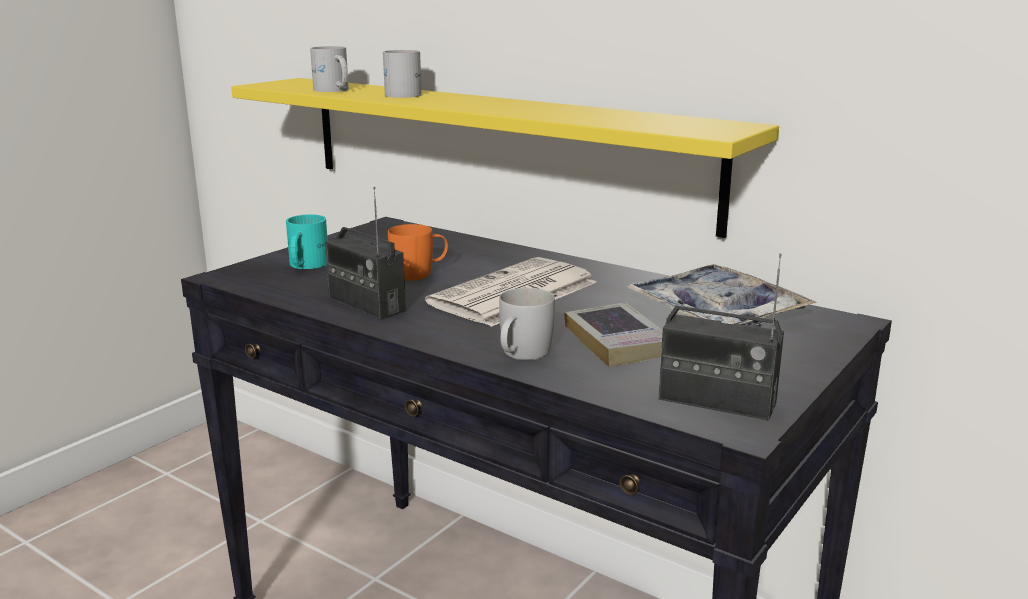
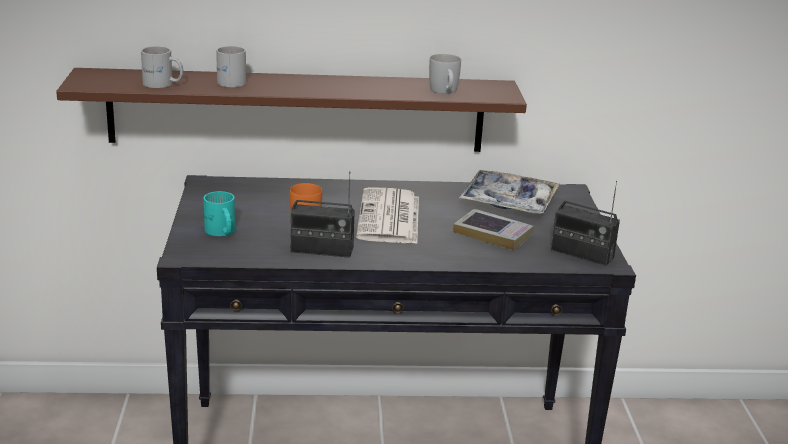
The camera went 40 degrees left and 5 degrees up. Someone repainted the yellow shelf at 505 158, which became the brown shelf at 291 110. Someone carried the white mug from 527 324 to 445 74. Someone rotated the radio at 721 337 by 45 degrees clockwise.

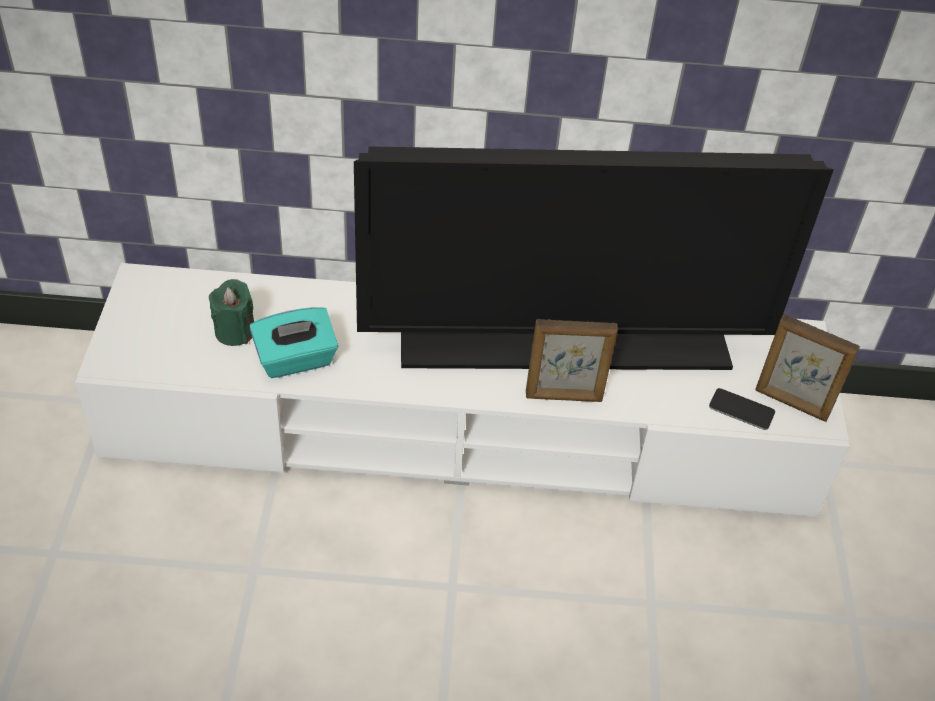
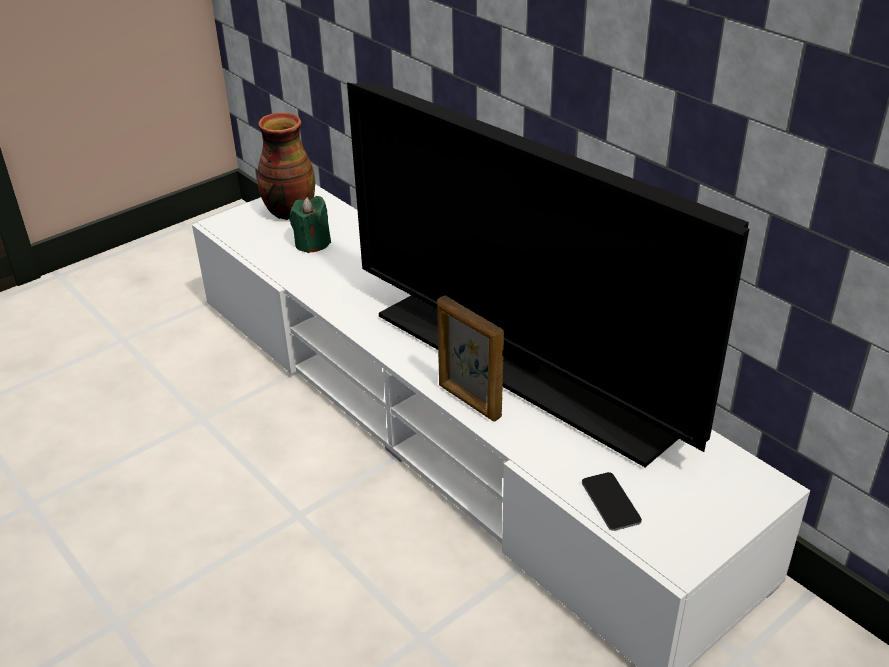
The camera went 50 degrees right and 10 degrees down. Someone took away the turquoise tissue box at 293 342. Someone took away the picture frame at 807 368. Someone put down the vase at 286 166.

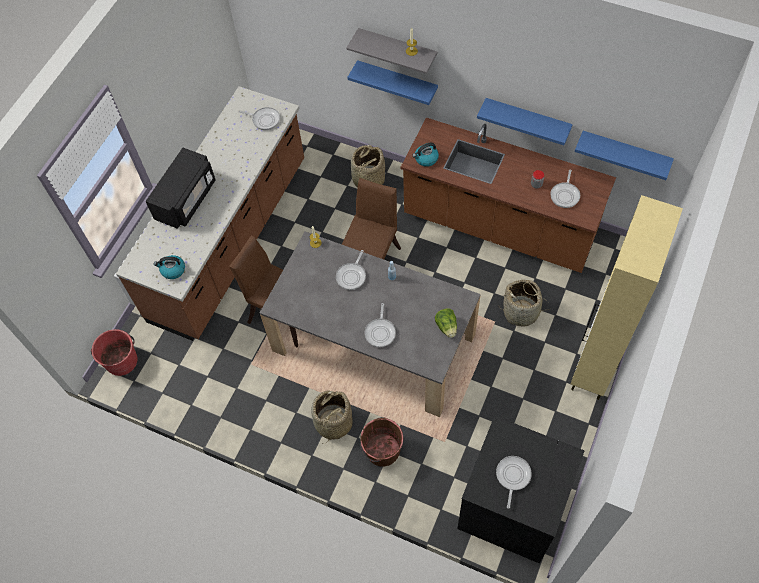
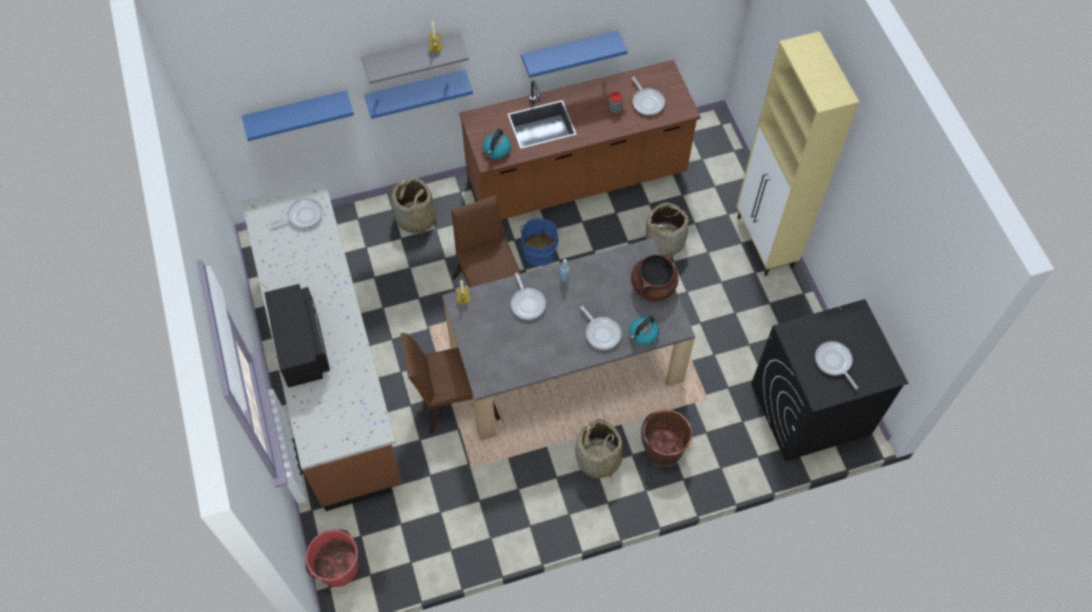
The camera went 45 degrees left and 0 degrees up. Someone carried the kettle from 169 267 to 644 330. Someone swapped the lettuce at 446 323 for the brown cooking pot at 654 277. Someone carried the blue shelf from 624 155 to 298 115. Someone put down the blue bucket at 540 242.

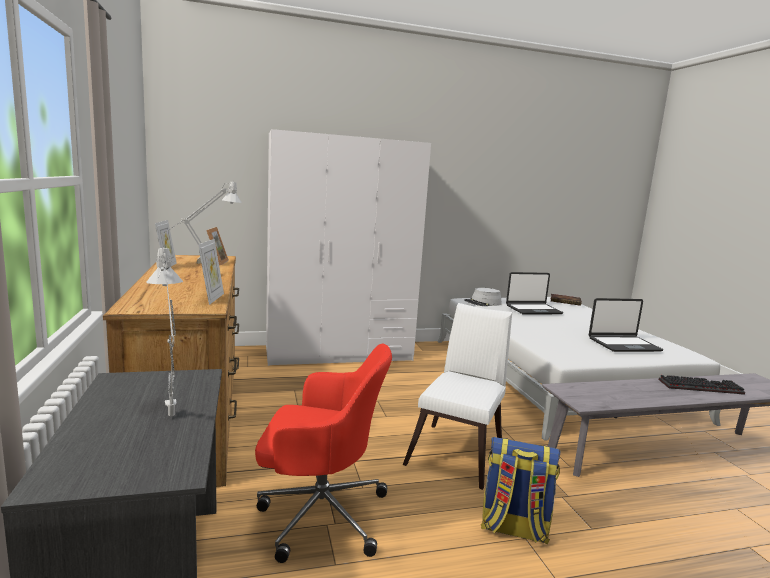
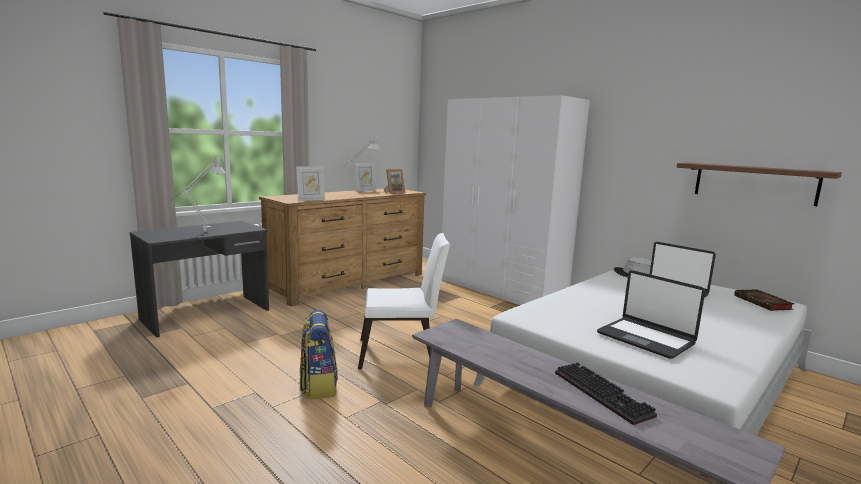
The camera went 60 degrees right and 0 degrees up. Someone took away the red office chair at 323 453. Someone put up the brown shelf at 759 184.

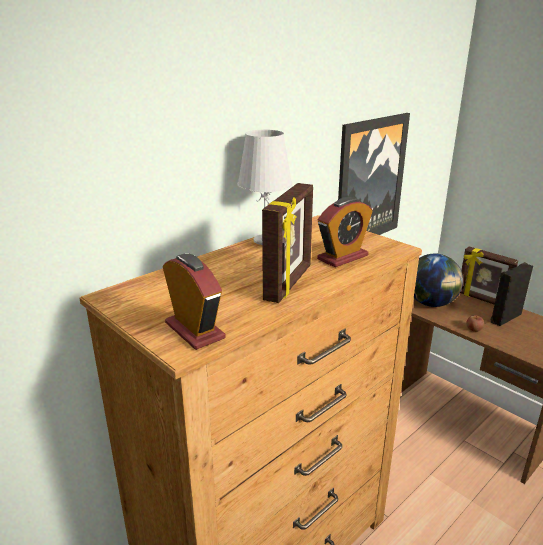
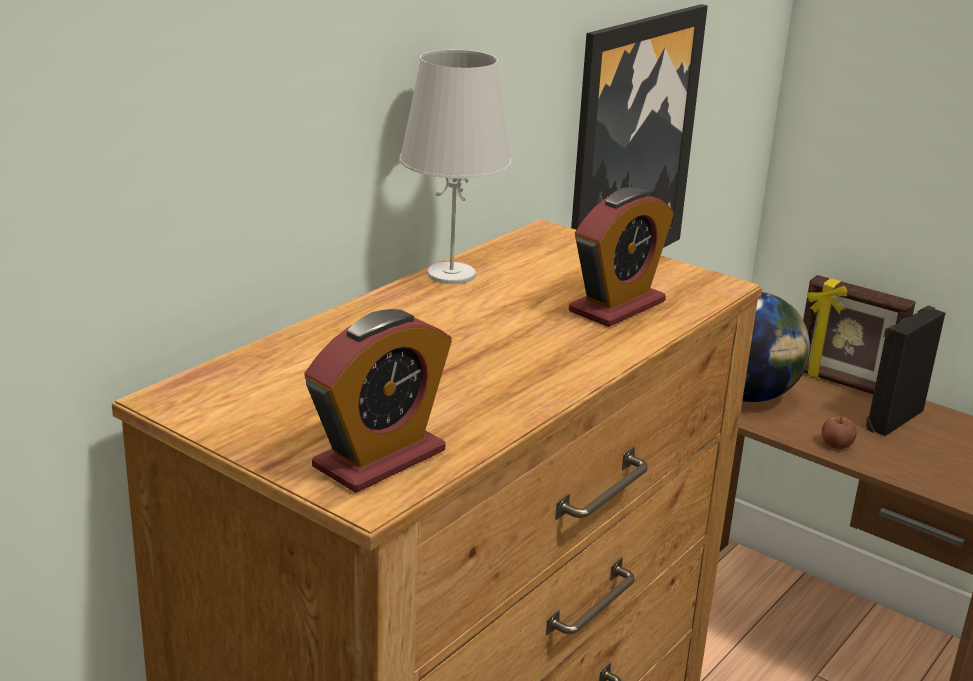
The camera went 10 degrees left and 0 degrees up. Someone rotated the alarm clock at 194 301 by 90 degrees clockwise. Someone took away the picture frame at 287 243.

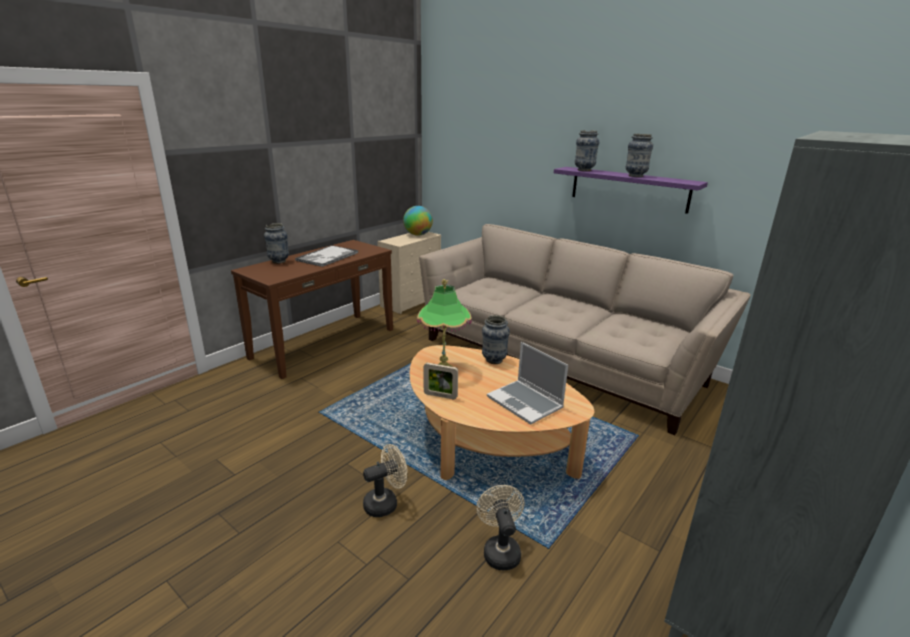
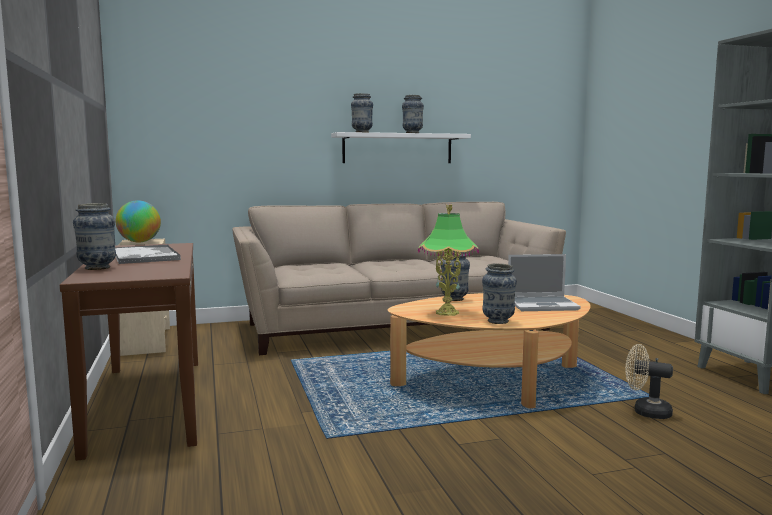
The camera went 55 degrees left and 15 degrees down. Someone took away the beige fan at 385 480. Someone swapped the picture frame at 441 381 for the vase at 499 293. Someone repainted the purple shelf at 631 190, which became the white shelf at 401 147.

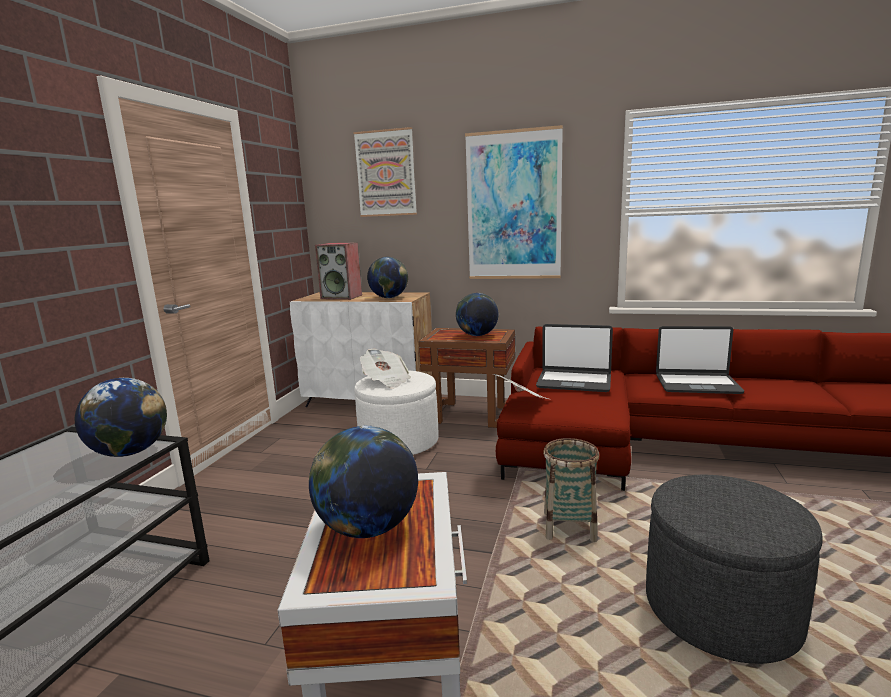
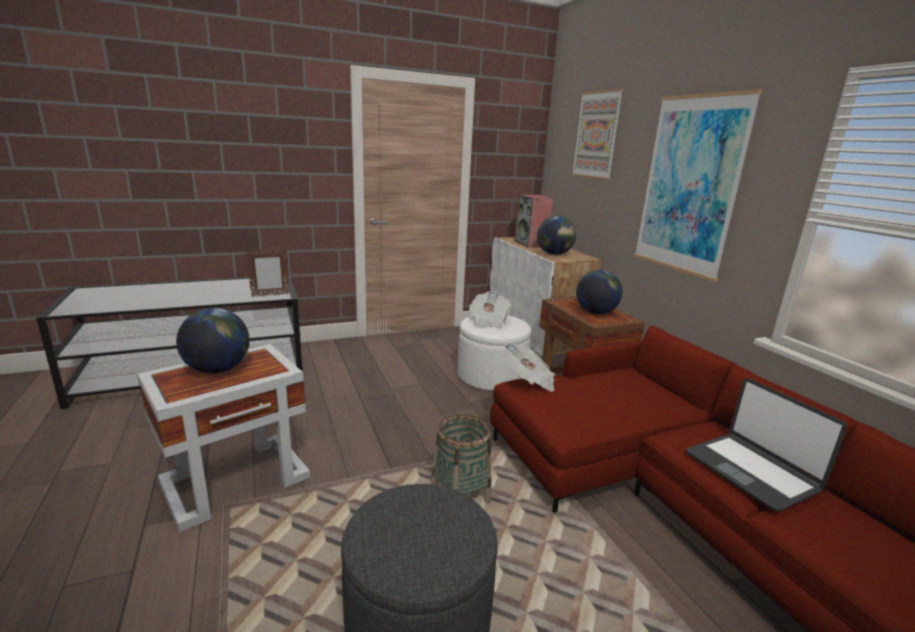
The camera went 50 degrees right and 5 degrees up. Someone swapped the globe at 121 417 for the picture frame at 268 273. Someone took away the laptop at 574 358.

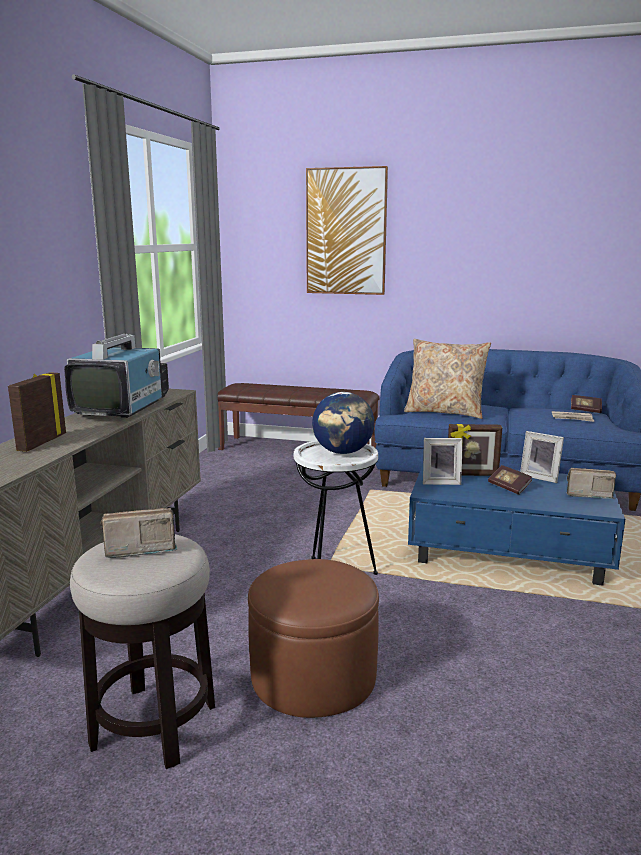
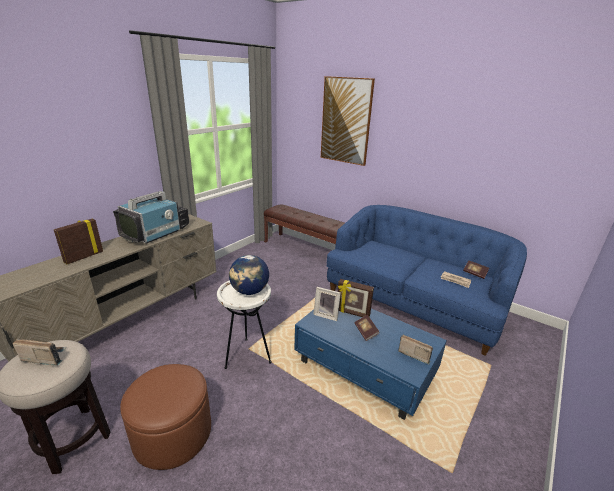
The camera went 20 degrees right and 10 degrees up. Someone took away the beige pillow at 447 379. Someone took away the picture frame at 542 457.

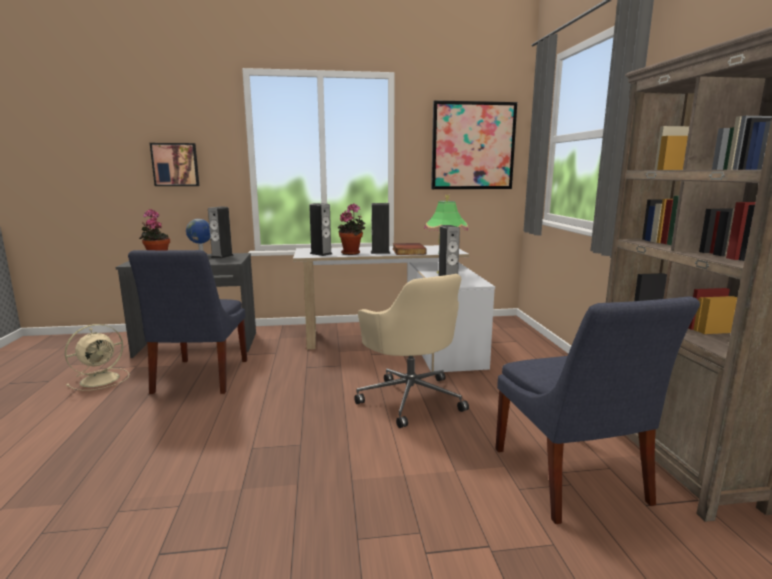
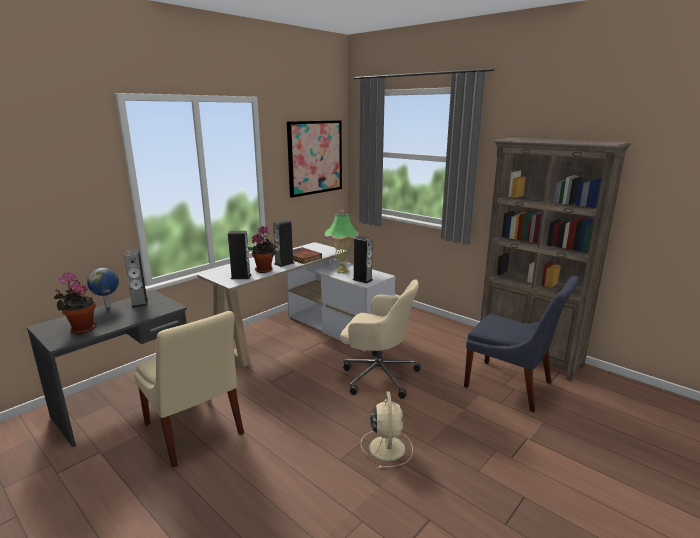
The camera went 40 degrees left and 5 degrees up. Someone carried the beige fan from 97 357 to 387 429. Someone repainted the blue chair at 187 322, which became the beige chair at 189 389. Someone took away the picture at 174 164.

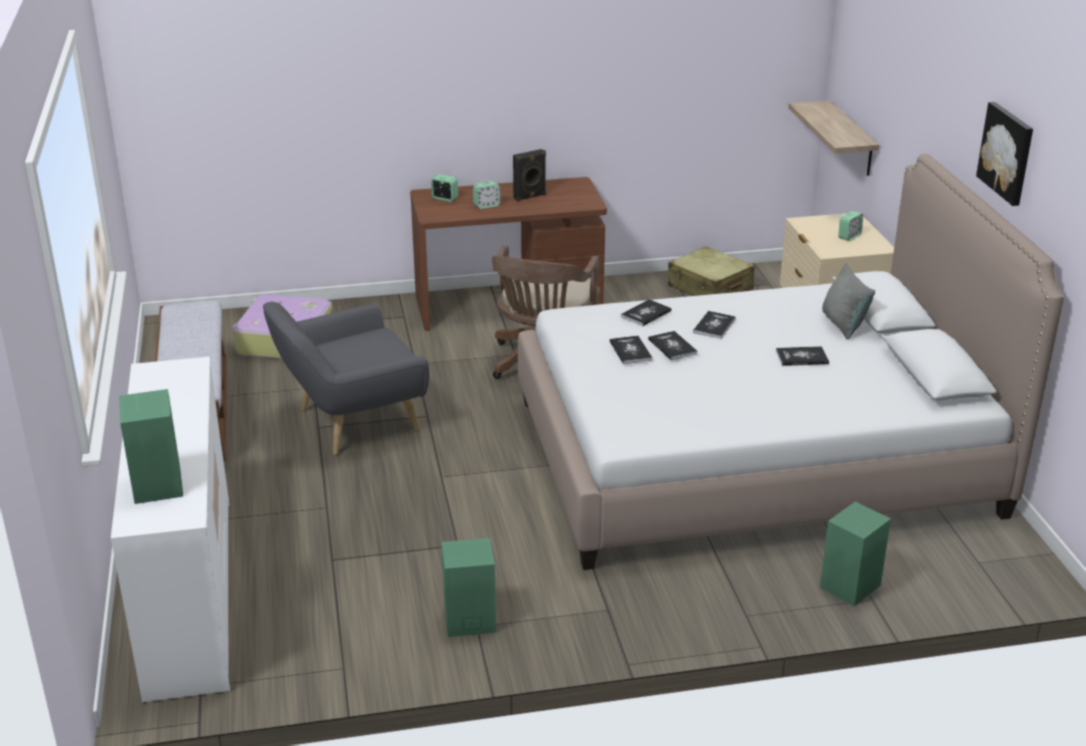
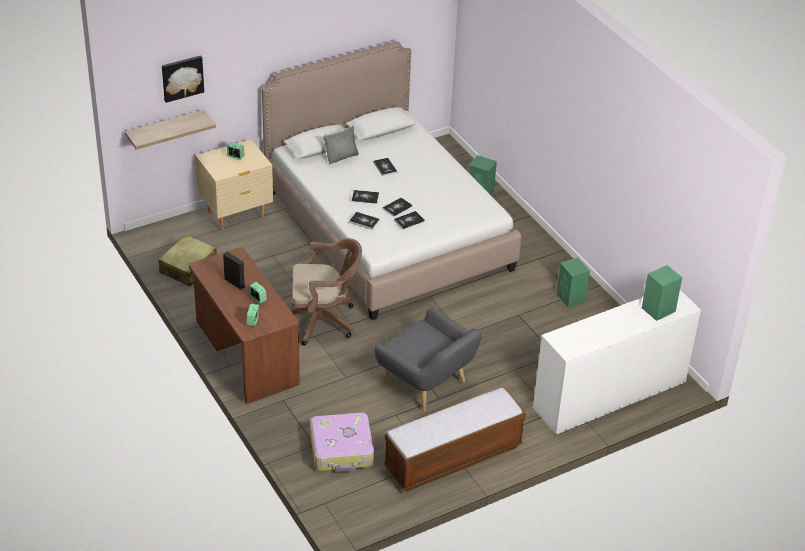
The camera went 110 degrees left and 10 degrees up. Someone carried the picture from 1004 154 to 183 79.

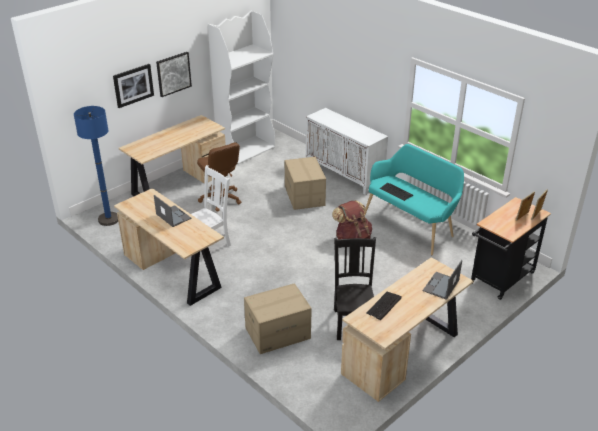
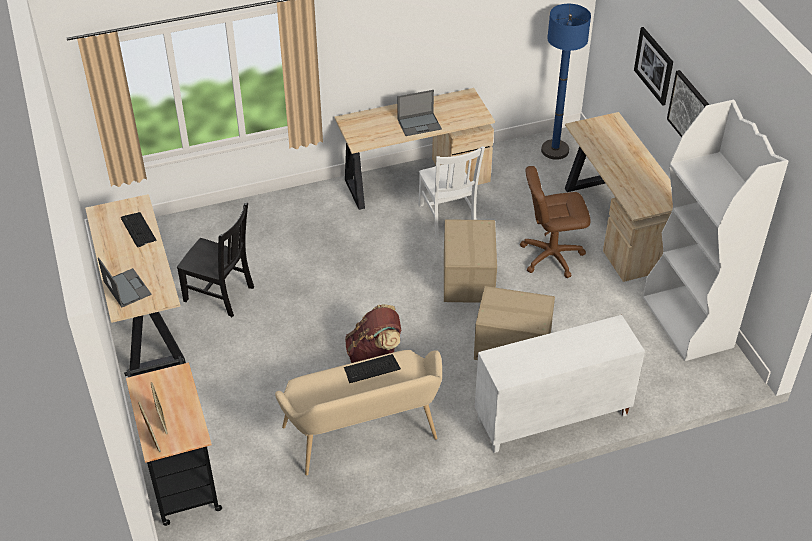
The camera went 115 degrees right and 10 degrees up. Someone carried the cardboard box from 278 318 to 470 261. Someone repainted the turquoise bench at 414 199, which became the beige bench at 358 412.

